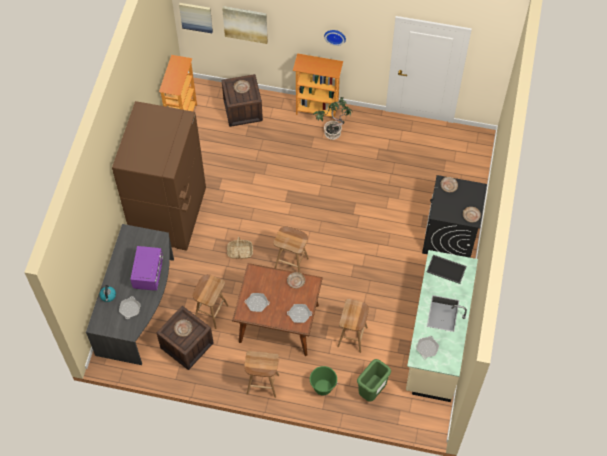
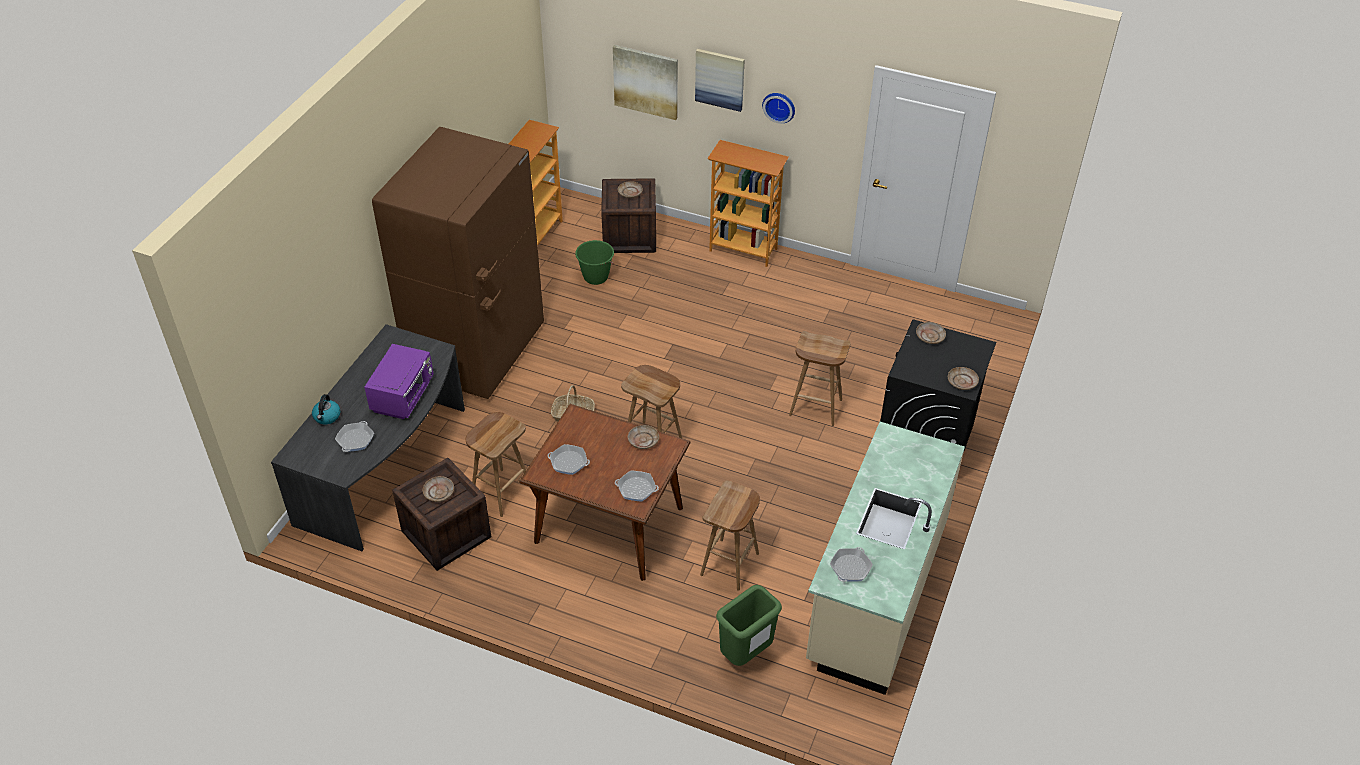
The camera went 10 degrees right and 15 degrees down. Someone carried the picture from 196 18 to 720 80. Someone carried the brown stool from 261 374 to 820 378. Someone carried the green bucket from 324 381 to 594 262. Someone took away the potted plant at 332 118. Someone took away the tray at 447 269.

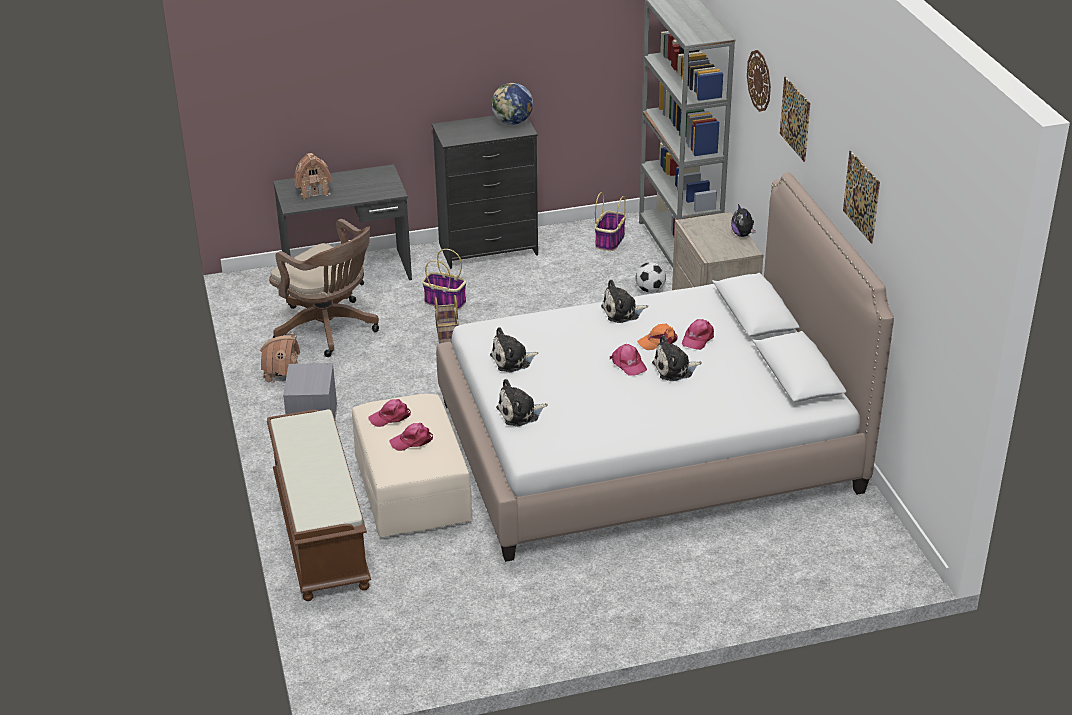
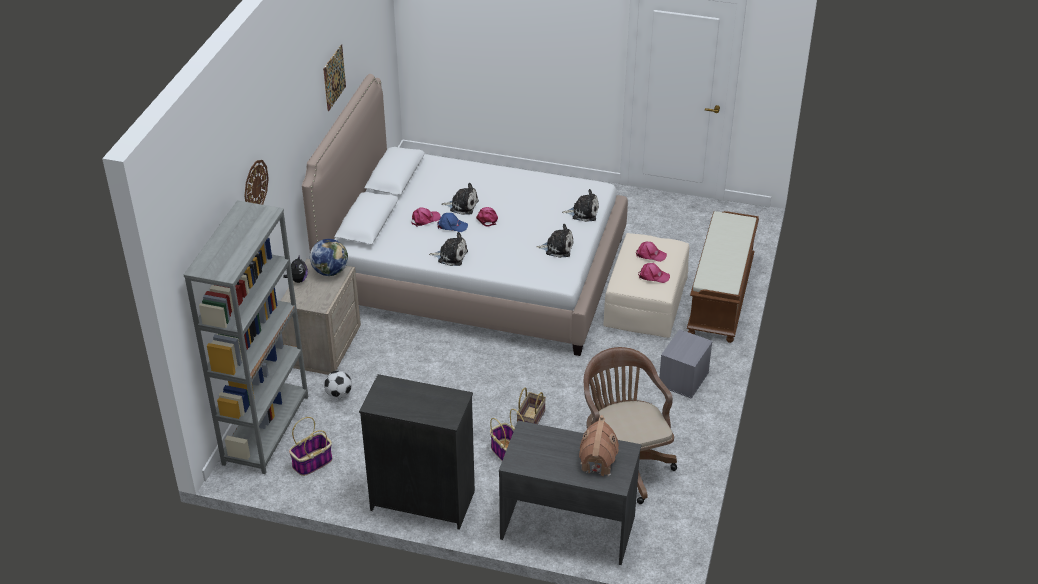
The camera went 150 degrees left and 5 degrees up. Someone took away the toy house at 280 357. Someone carried the globe from 512 104 to 329 257. Someone repainted the orange cap at 657 336, which became the blue cap at 452 222. Someone took away the picture at 795 119.

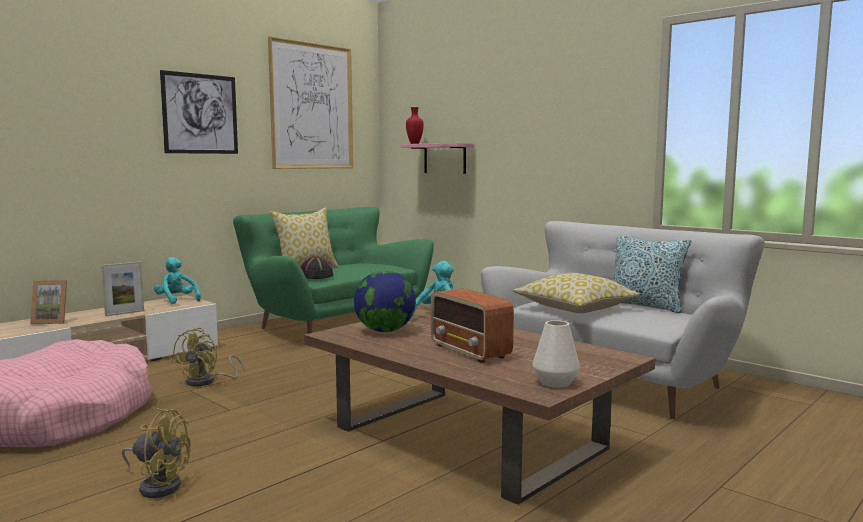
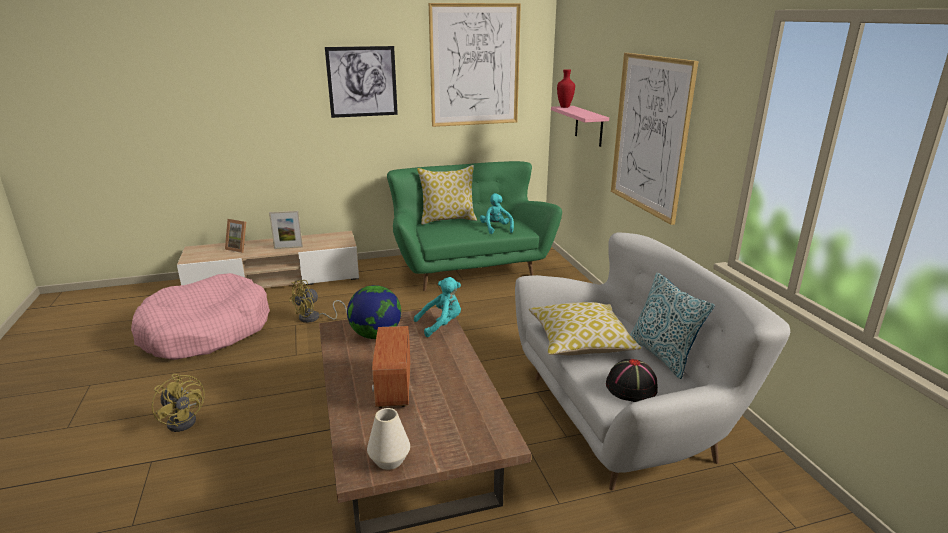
The camera went 30 degrees right and 15 degrees up. Someone carried the turquoise plush toy from 177 280 to 497 213. Someone carried the black hat from 317 267 to 632 380. Someone put up the picture at 654 139.

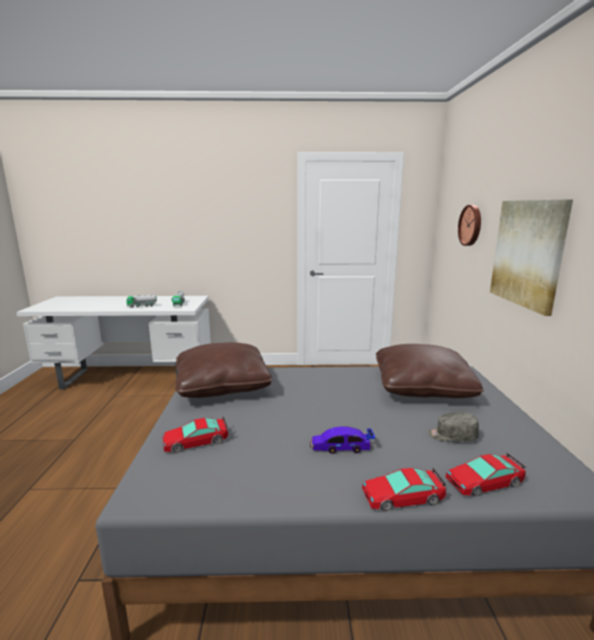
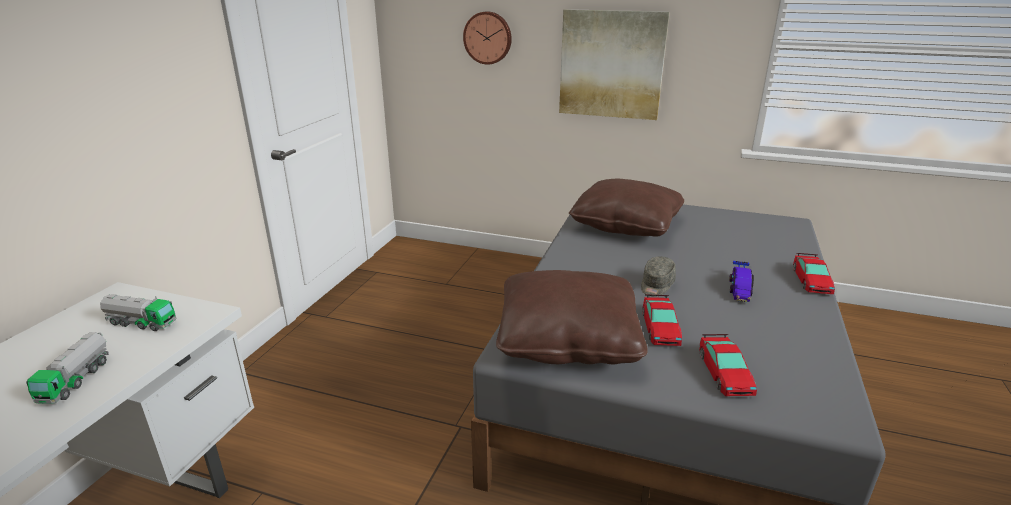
The camera went 70 degrees left and 10 degrees up. Someone carried the grey cap from 453 427 to 658 276. Someone carried the toy car from 486 474 to 662 320.

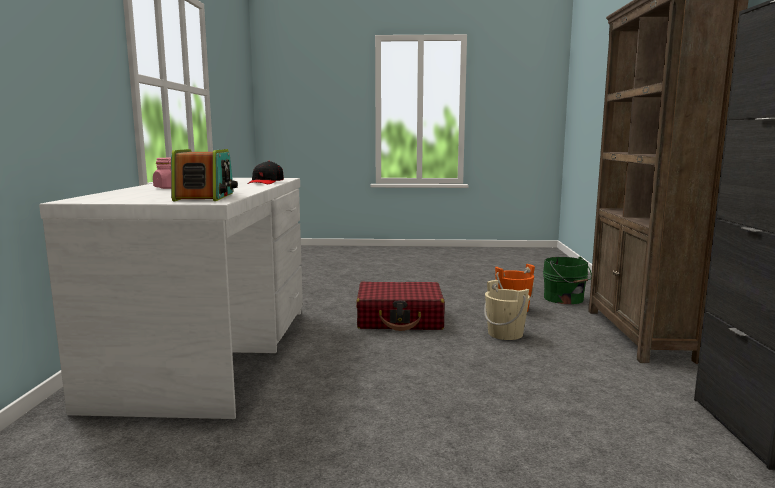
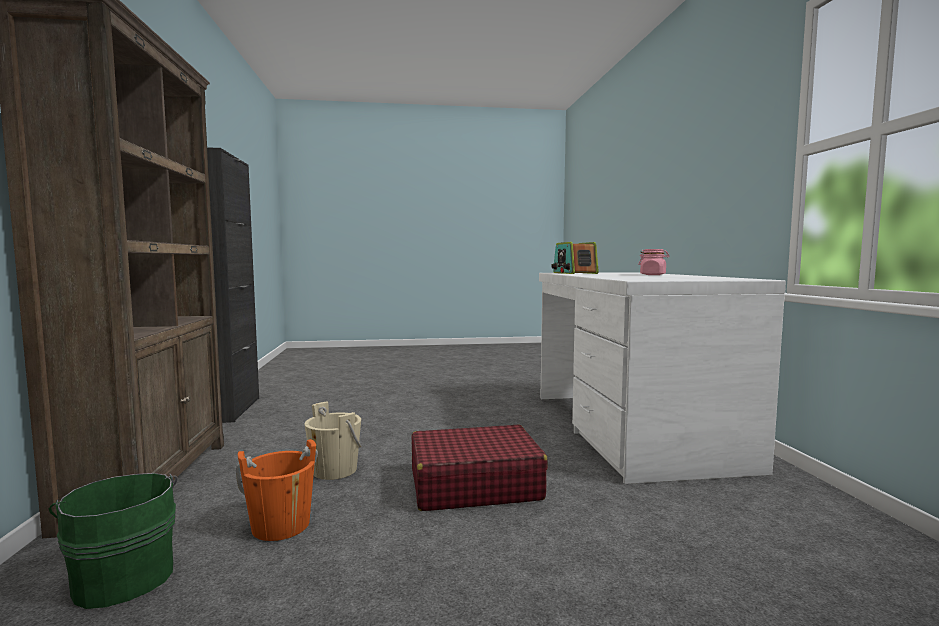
The camera went 170 degrees right and 5 degrees down. Someone took away the black cap at 265 172.

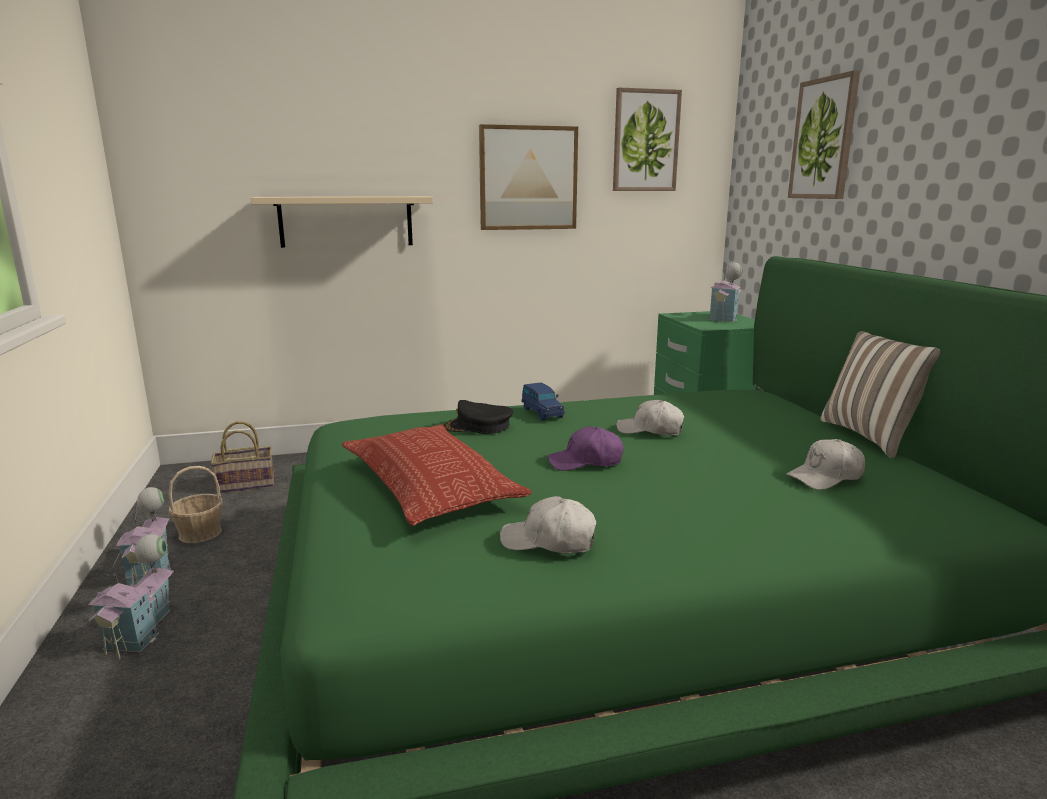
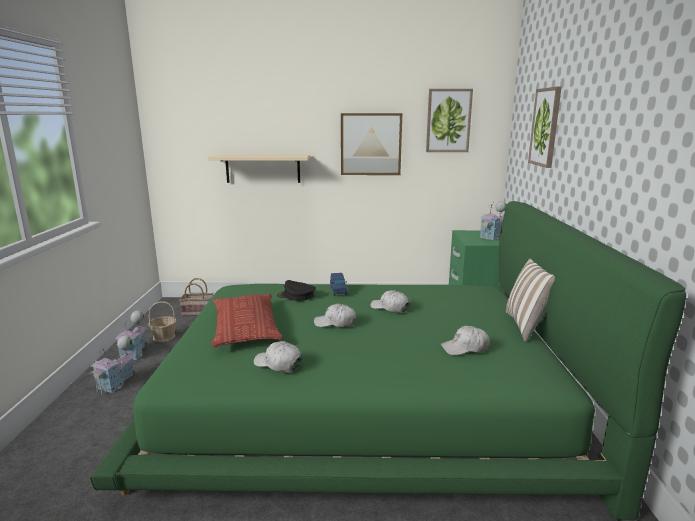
The camera went 15 degrees right and 0 degrees up. Someone repainted the purple cap at 585 448, which became the white cap at 335 315.

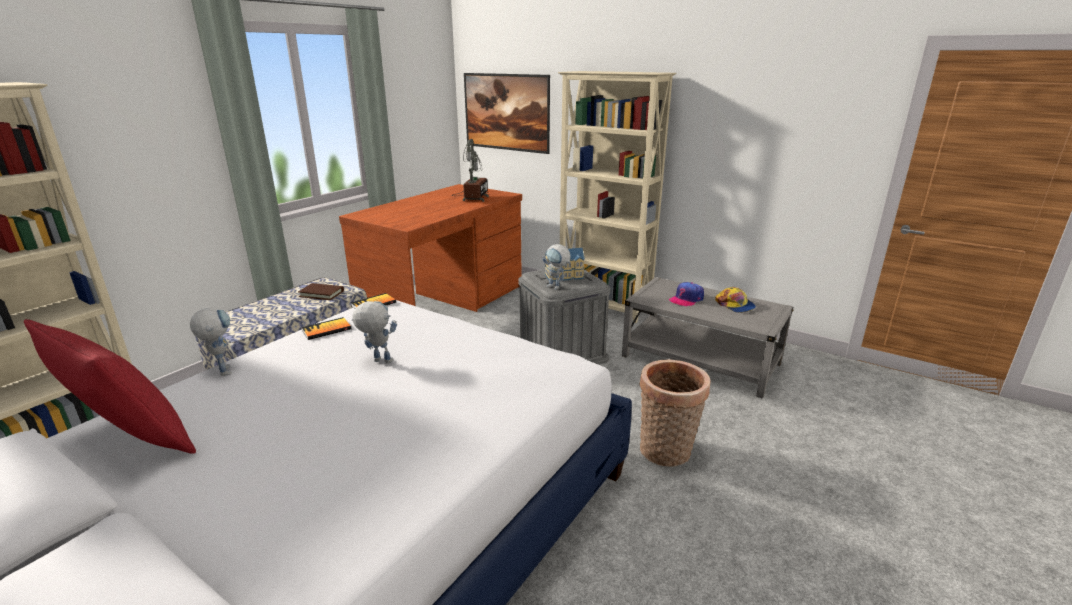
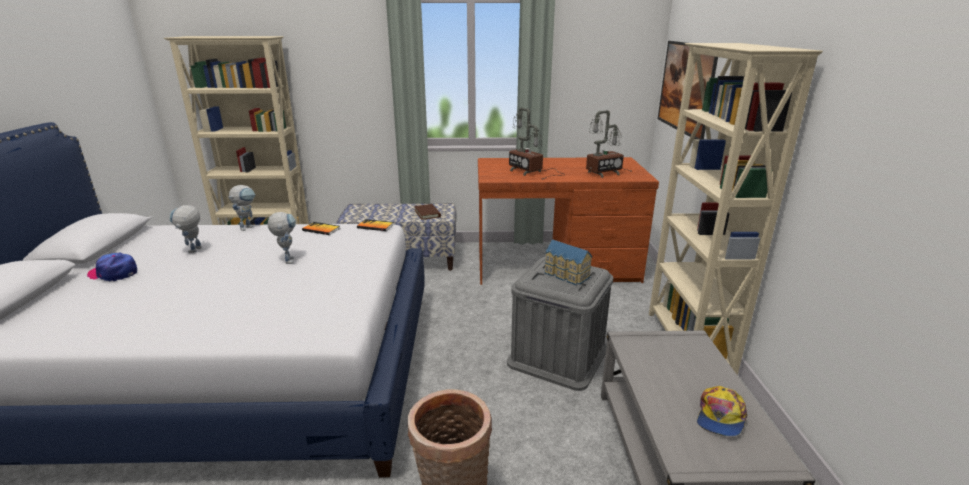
The camera went 55 degrees right and 0 degrees up. Someone took away the red pillow at 110 386. Someone carried the toy robot from 556 267 to 186 229. Someone carried the cap from 686 294 to 112 266. Someone put down the table lamp at 537 143.

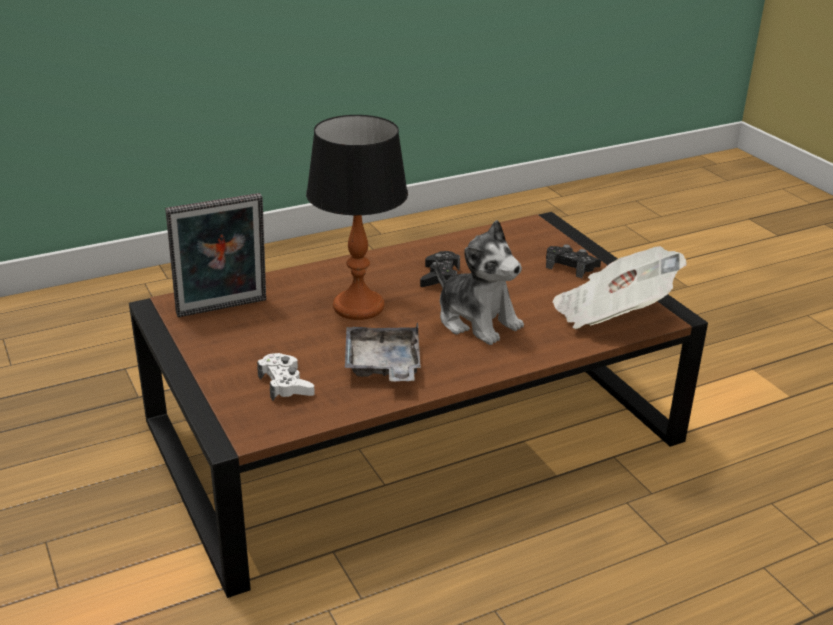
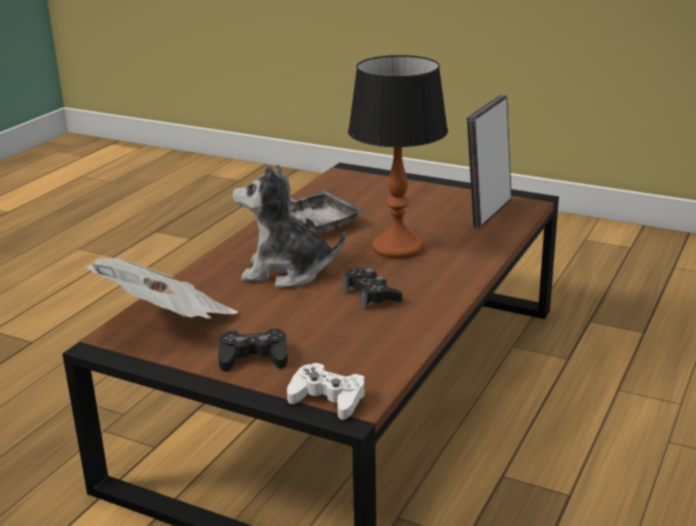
The camera went 145 degrees right and 5 degrees down. Someone carried the white game controller from 286 377 to 326 391.

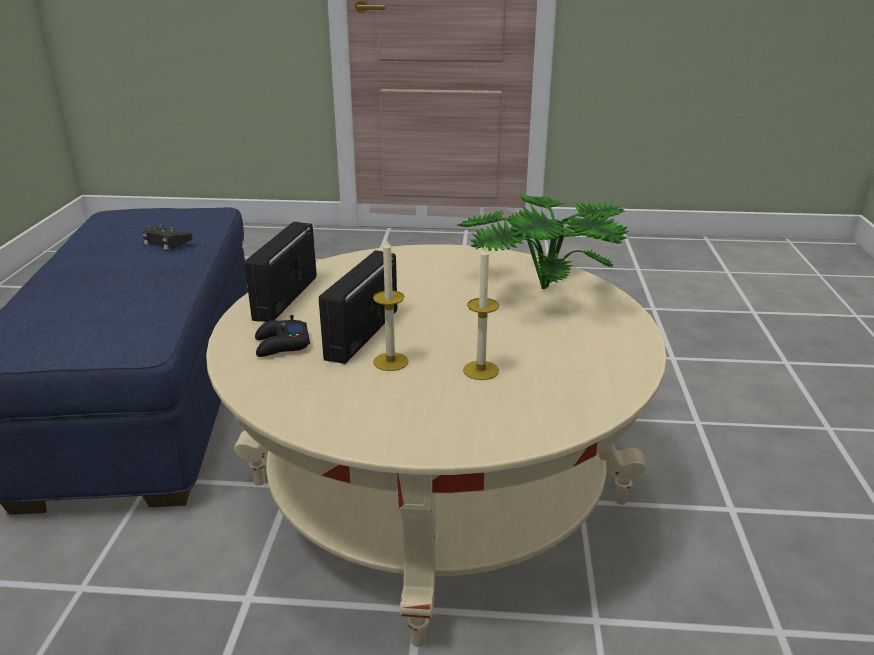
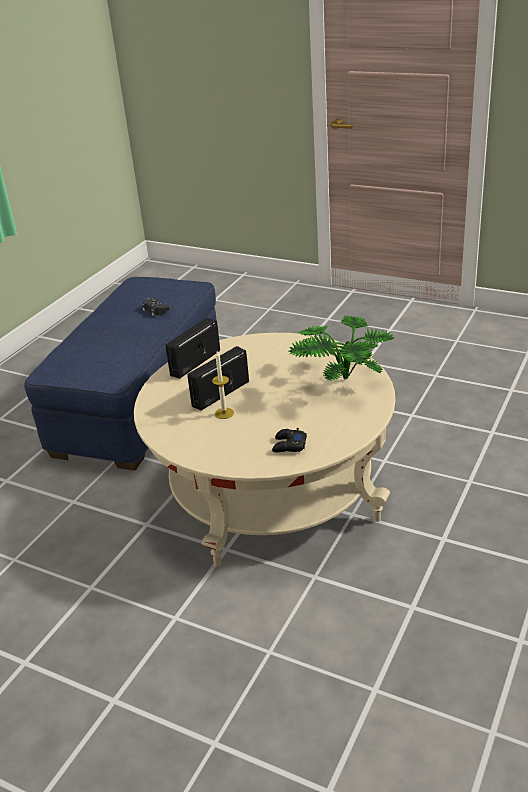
The camera went 25 degrees right and 5 degrees up. Someone carried the black game controller from 282 336 to 289 440. Someone took away the candle at 481 313.

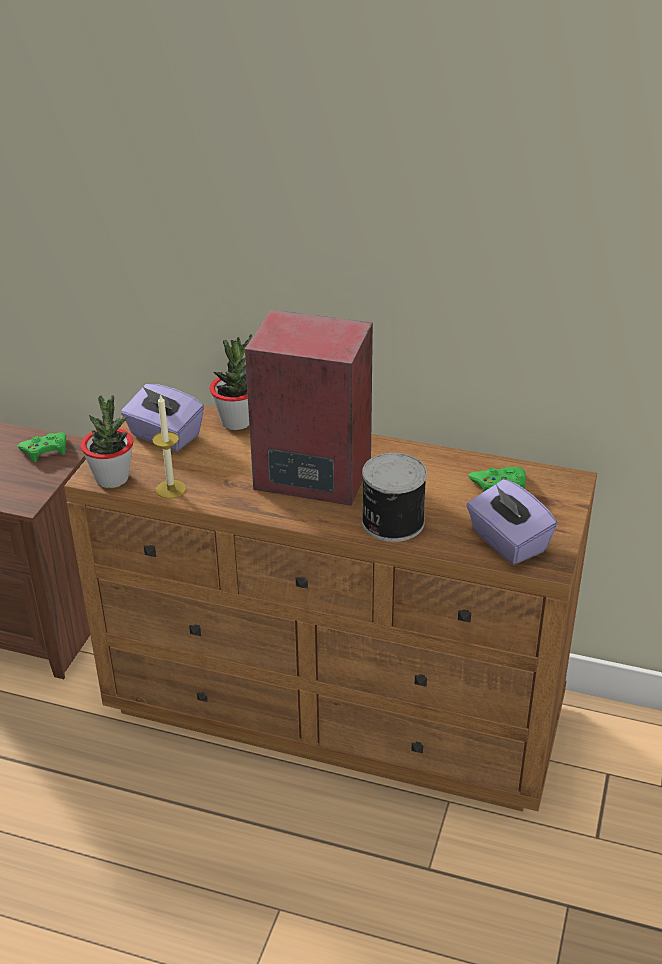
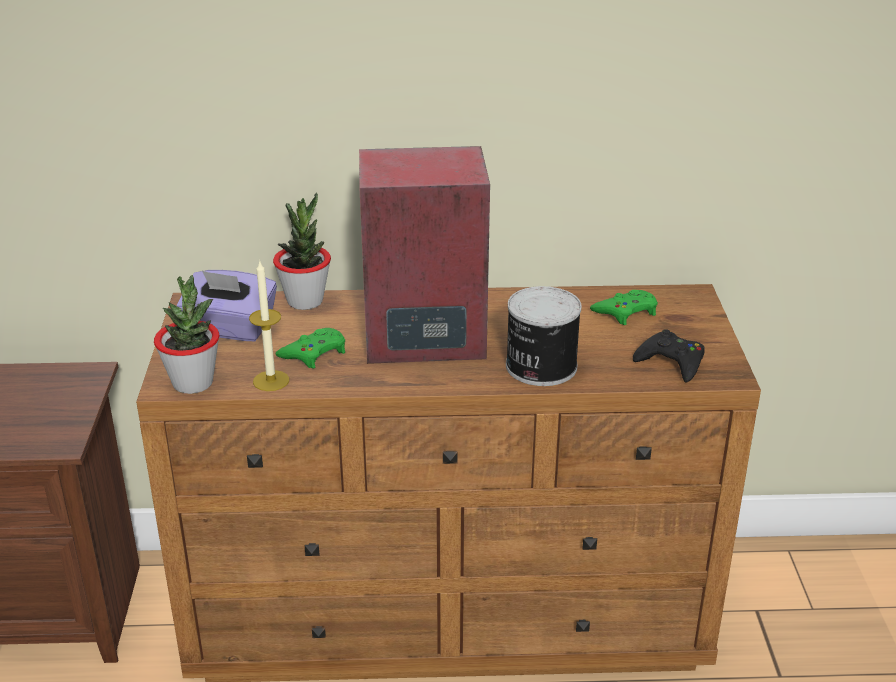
The camera went 20 degrees left and 5 degrees down. Someone carried the green game controller from 42 447 to 310 348. Someone swapped the purple tissue box at 511 522 for the black game controller at 669 356.

